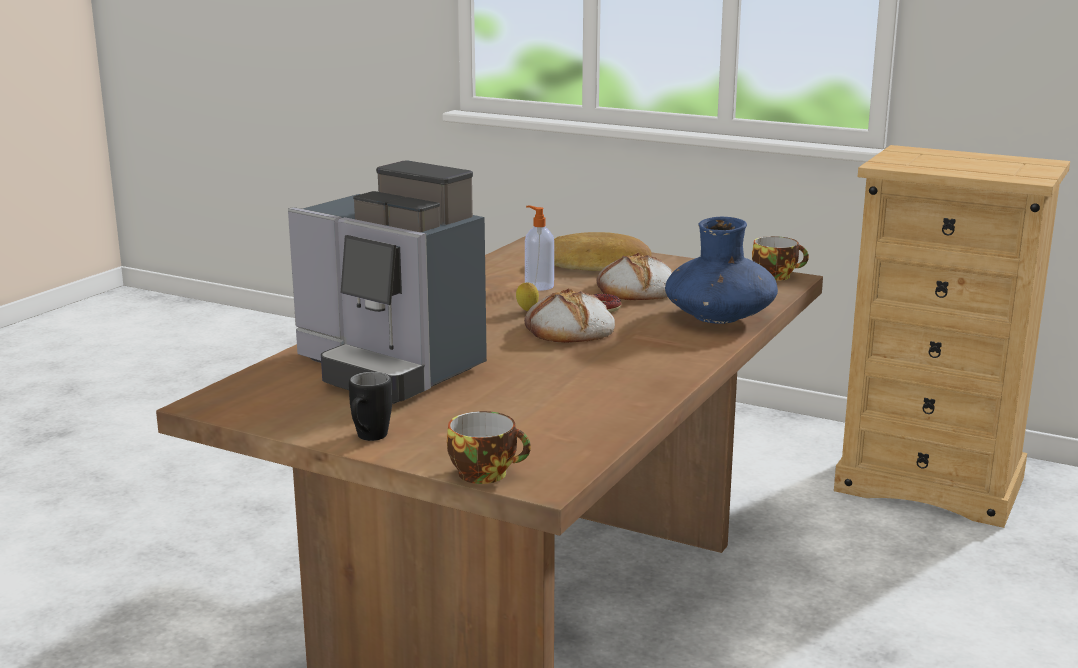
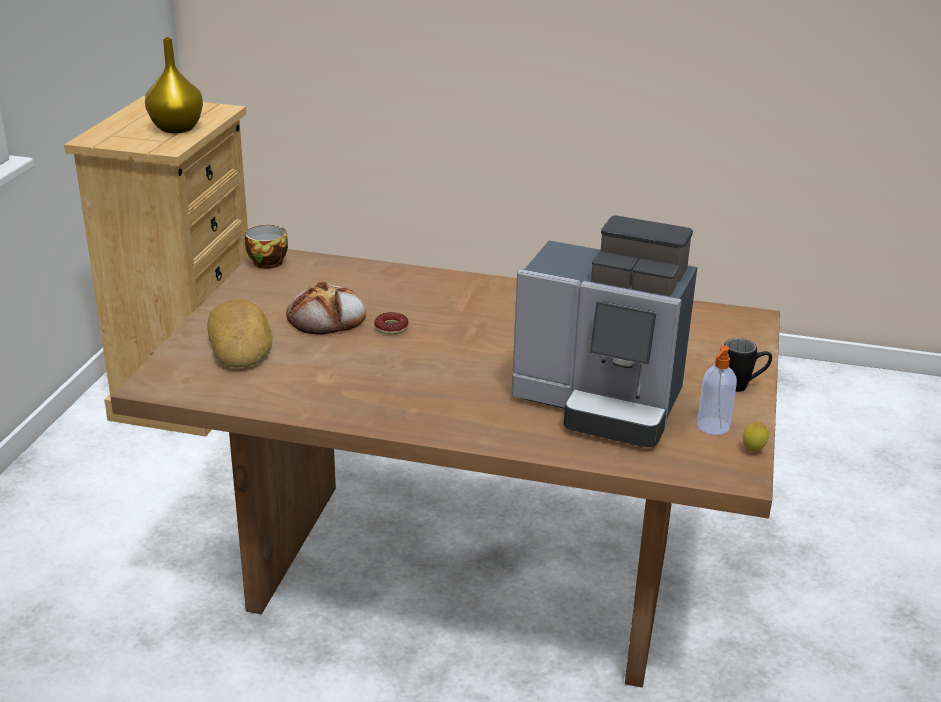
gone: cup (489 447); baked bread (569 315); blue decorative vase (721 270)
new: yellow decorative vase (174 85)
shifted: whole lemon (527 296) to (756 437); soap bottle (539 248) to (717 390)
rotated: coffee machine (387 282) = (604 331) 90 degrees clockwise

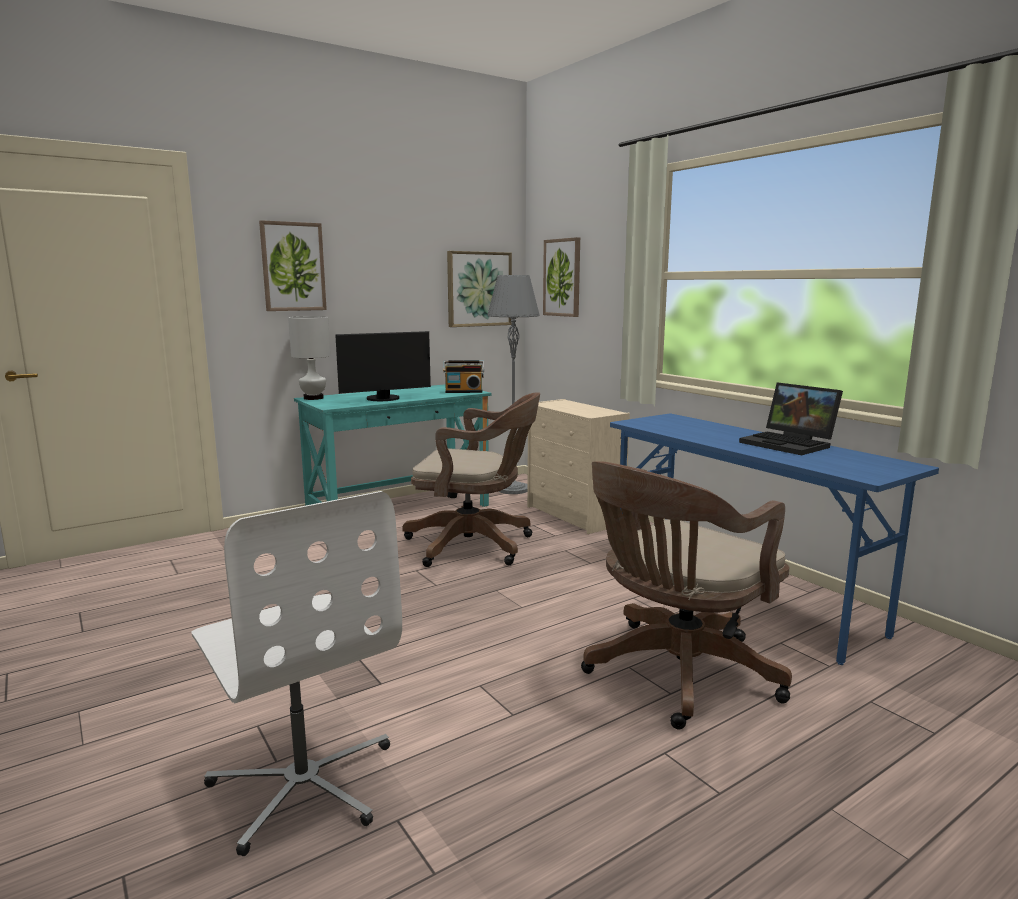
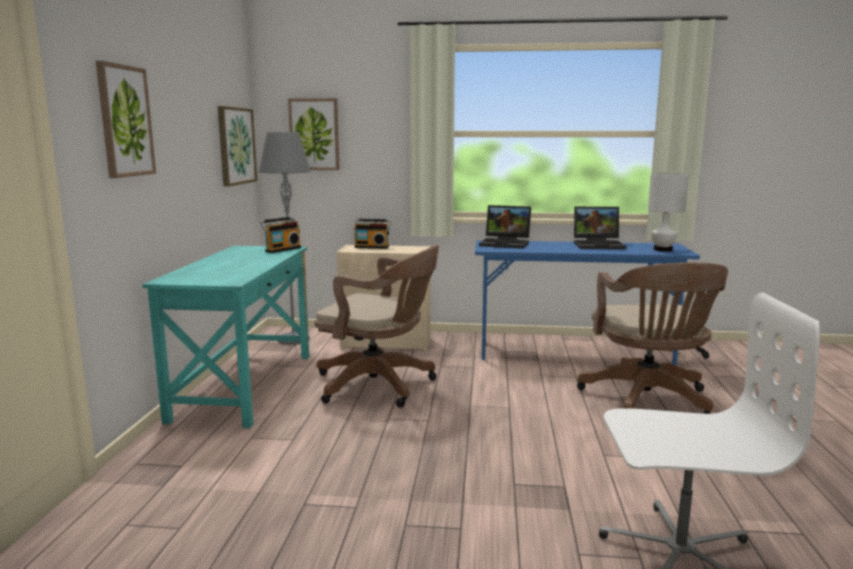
gone: computer display (383 366)
new: radio set (372 234); portable computer (505 227)
shifted: white table lamp (309 358) to (668 212)
rotated: brown desk chair (471 479) = (377 326) 60 degrees clockwise

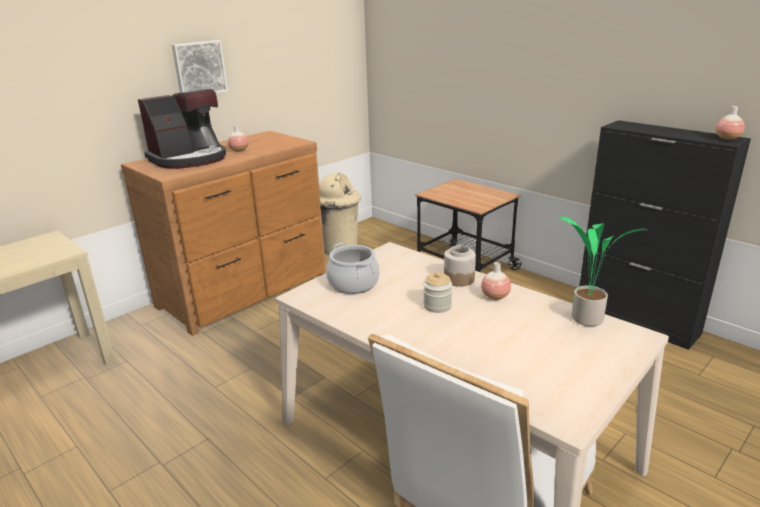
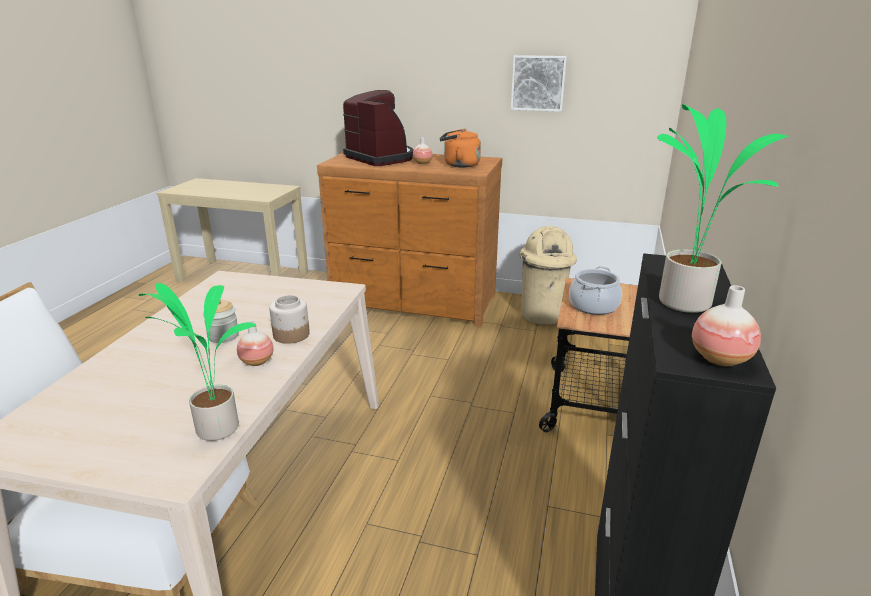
new: orange water kettle (460 148); potted plant (723 208)
shifted: picture (200 66) to (539 83); cooking pot (353 268) to (595 290)
rotated: coffee machine (182 129) = (378 128) 150 degrees counterclockwise

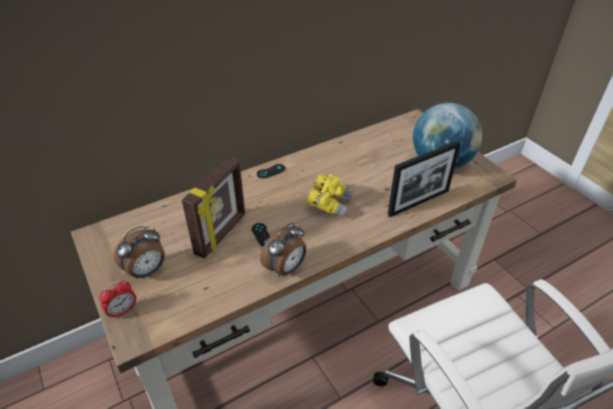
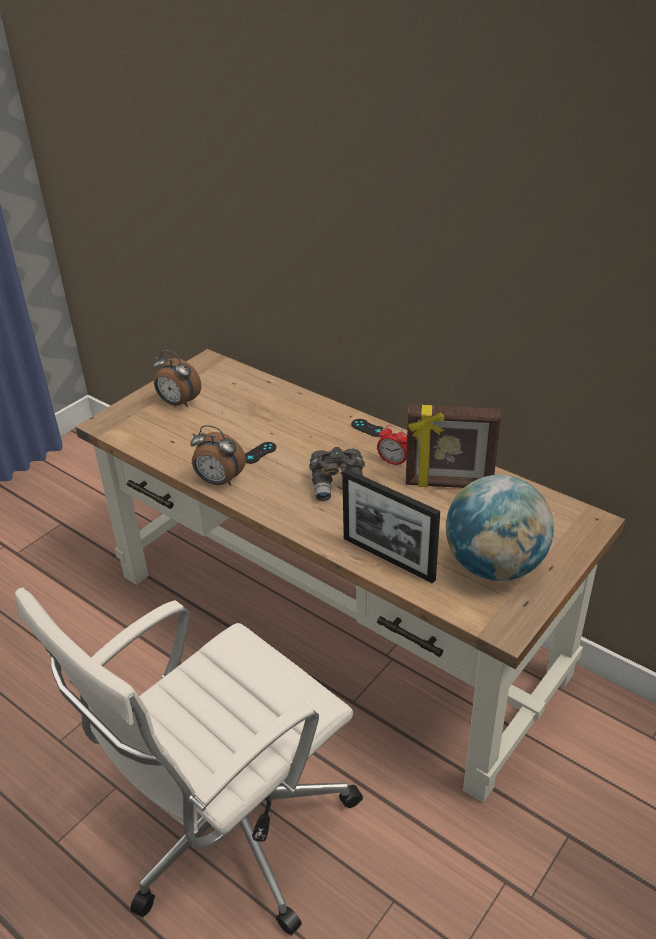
shifted: bedside clock (117 300) to (392 446); photo frame (213 208) to (453 446)
repainted: yellow pair of binoculars (330 196) to gray pair of binoculars (337 474)

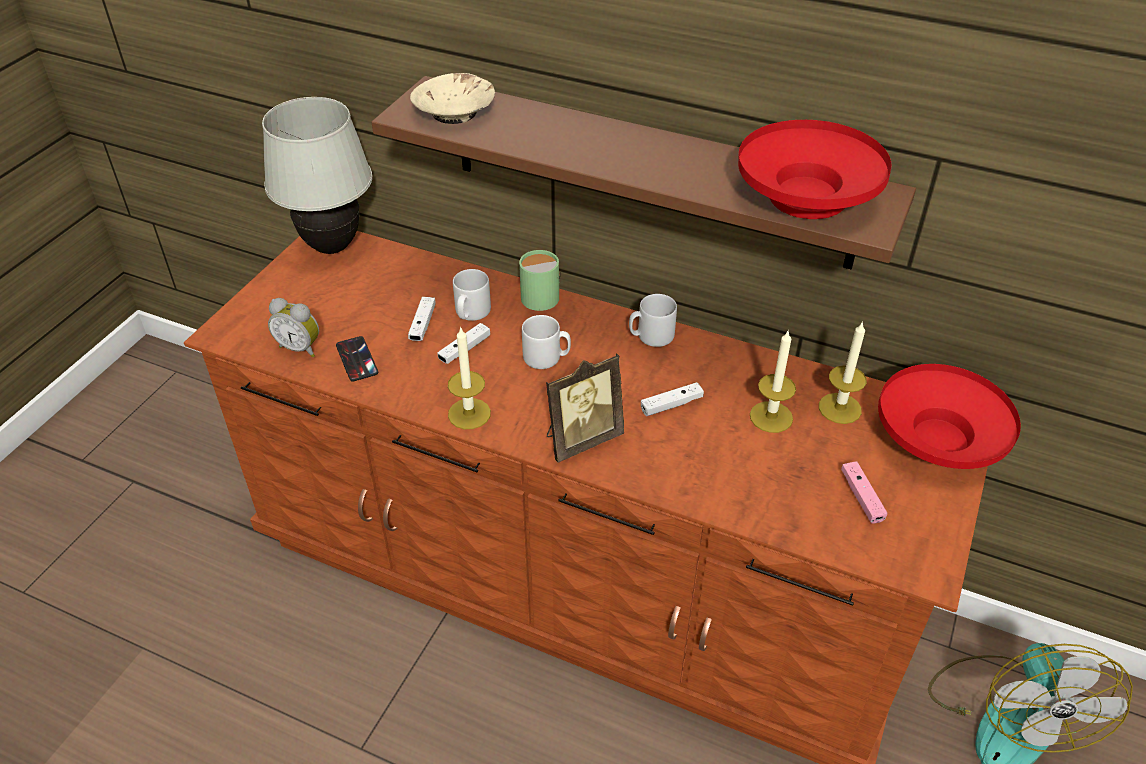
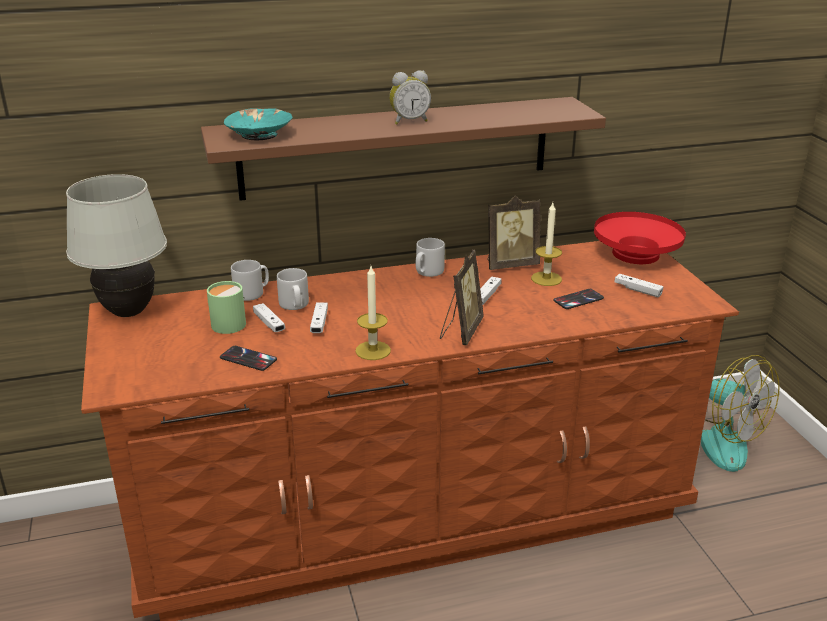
gone: red-coloured deep dish (814 169); wax candle (843 372)
new: photo frame (514 232); telephone (578 299)
shifted: bedside clock (293 327) to (410 97); green mug (539 280) to (226 307); gray mug (546 342) to (250 280)
repainted: beige-coloured deep dish (452 98) to turquoise deep dish (258 124); pink joypad (864 492) to white joypad (638 285)

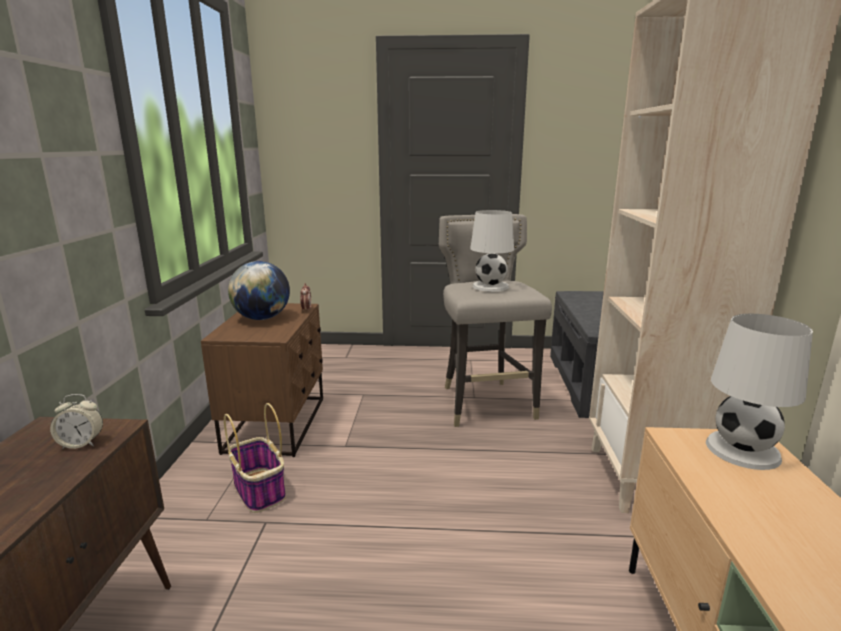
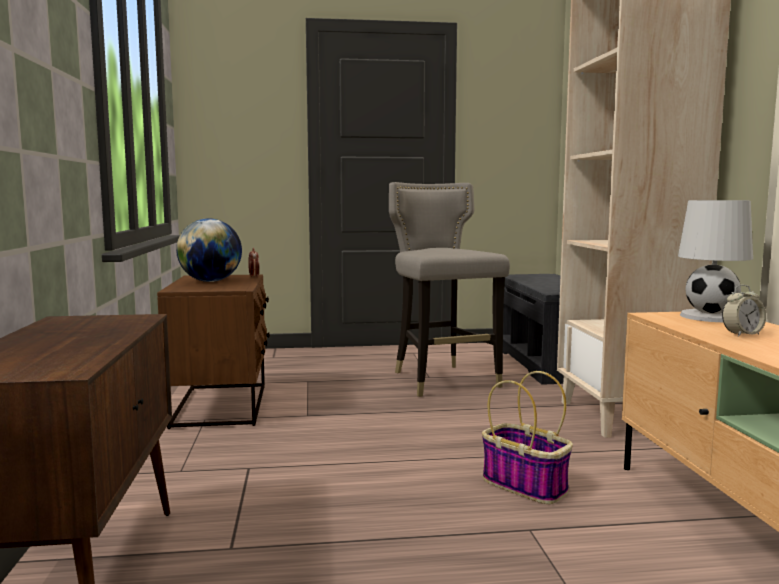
gone: white table lamp (492 251)
shifted: bedside clock (76 421) to (744 311); basket (255 458) to (527 437)

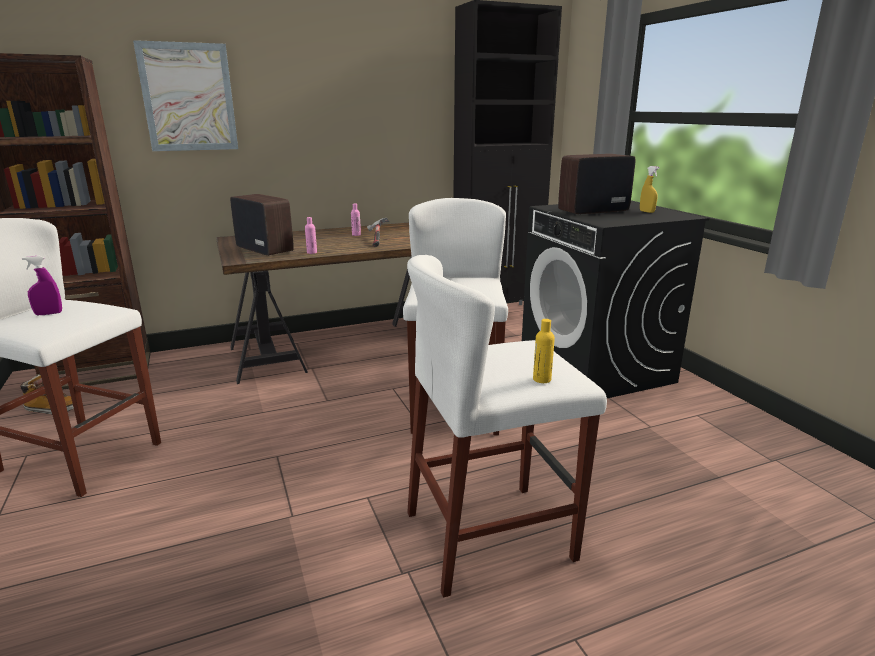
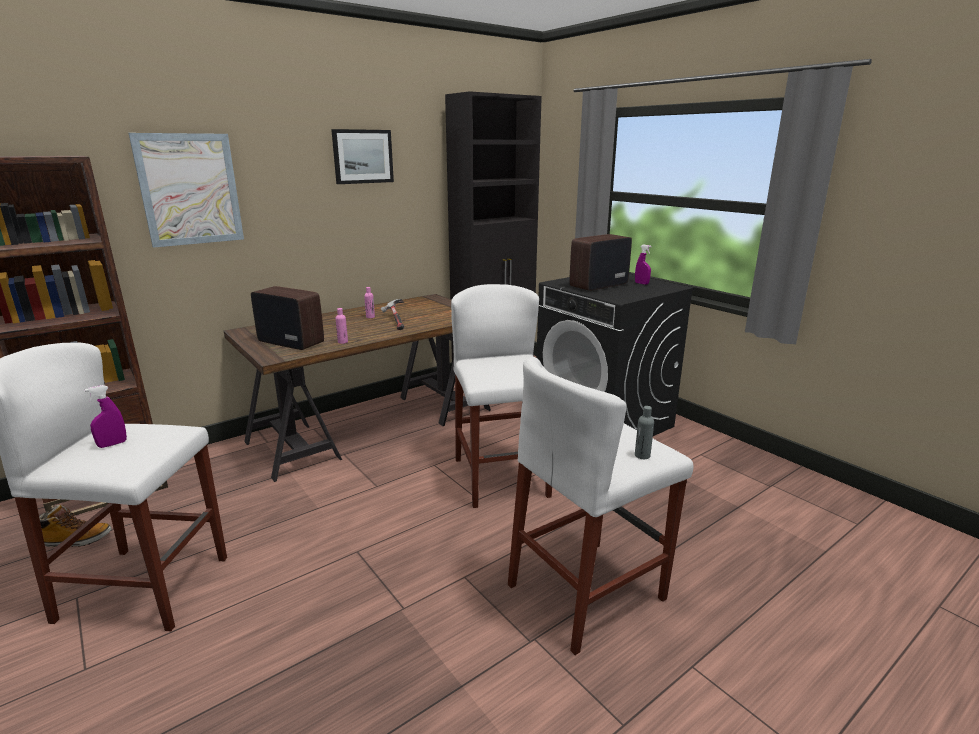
new: picture (362 156)
repainted: yellow drink bottle (544 351) to gray drink bottle (644 432); yellow sprayer (649 189) to purplish sprayer (643 265)

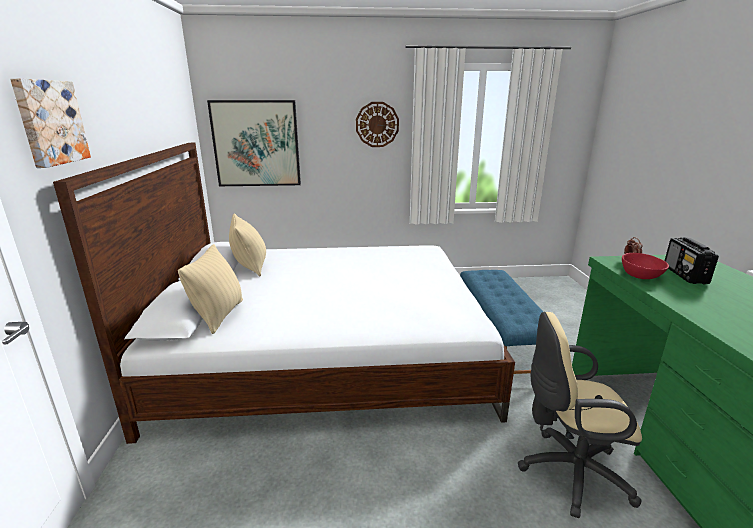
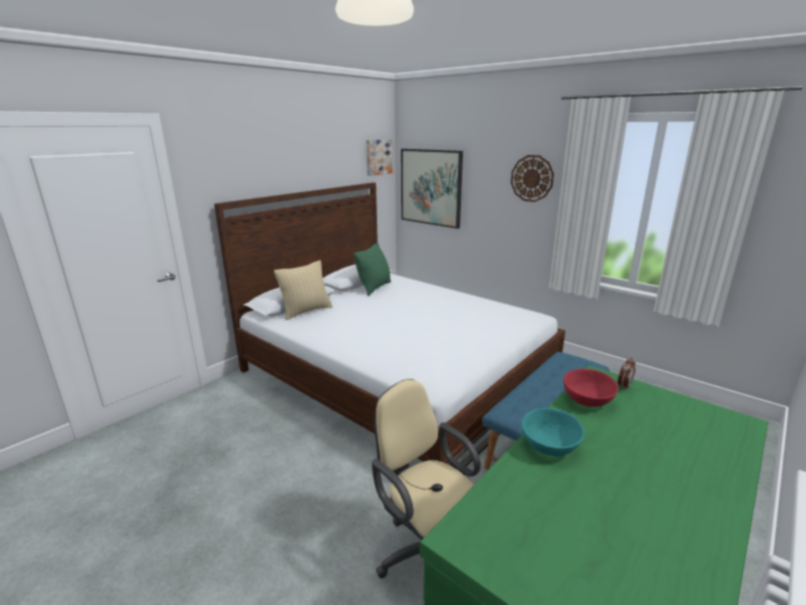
gone: radio set (692 260)
new: turquoise deep dish (553 432)
shifted: picture (50 123) to (379 157)
repainted: beige-coloured pillow (247 245) to green pillow (372 269)

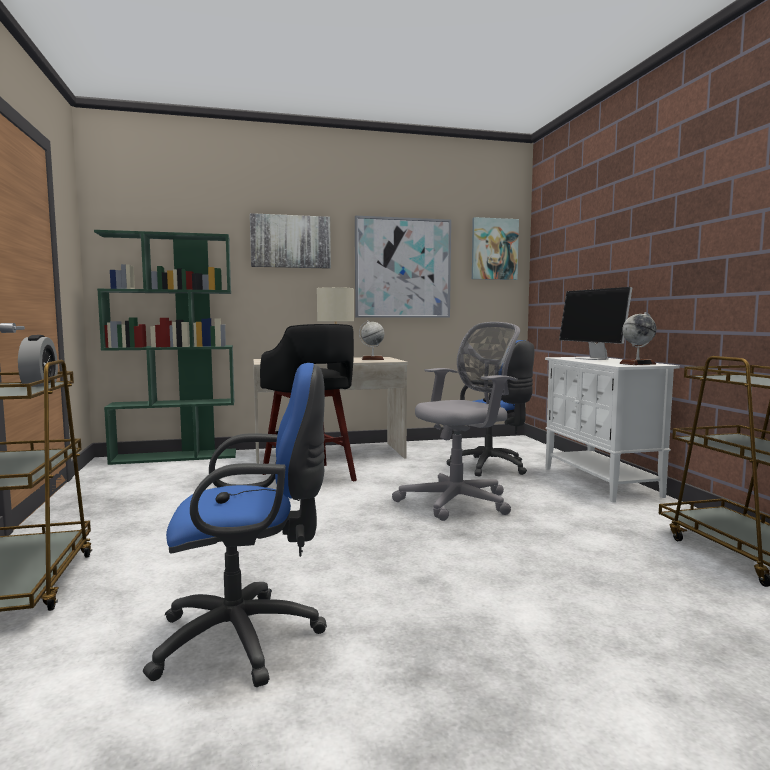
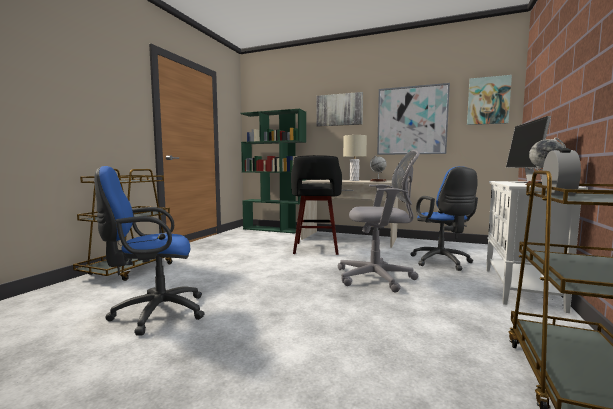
shifted: bedside clock (38 361) to (561 172)
rotated: blue desk chair (235 525) = (149 250) 135 degrees clockwise

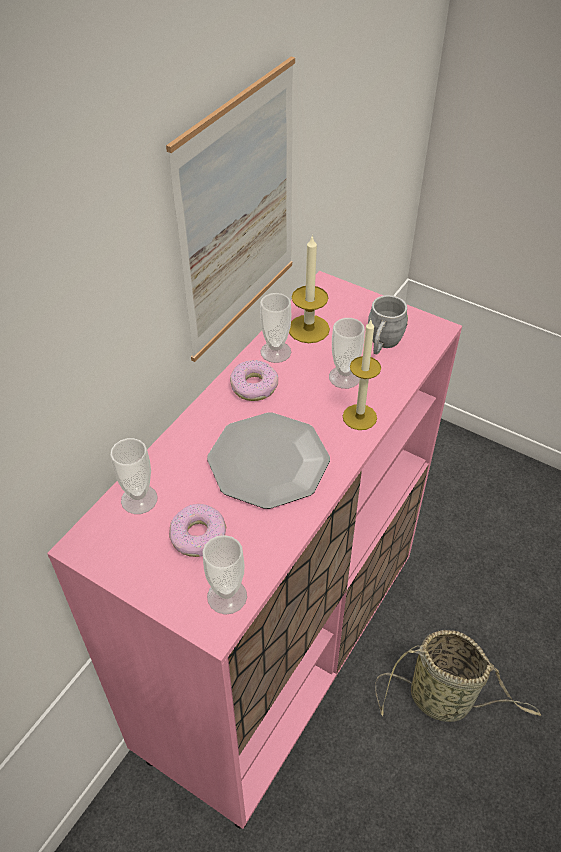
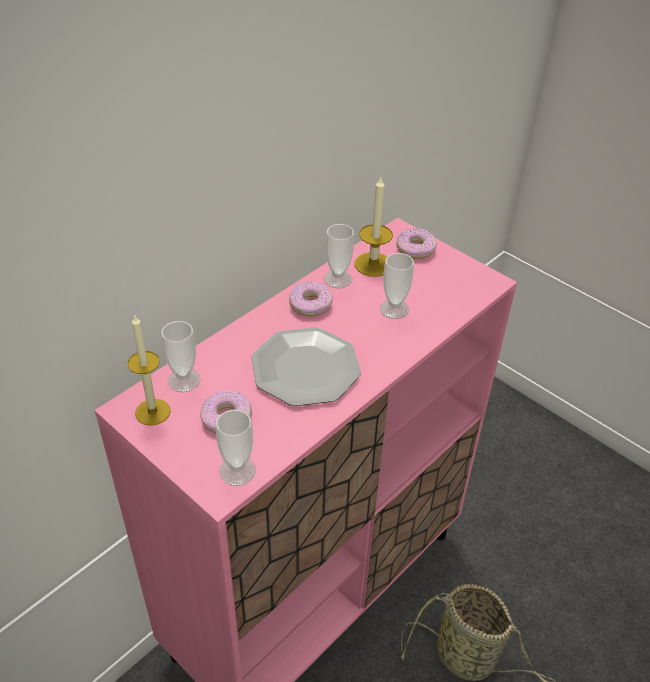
gone: picture (230 209); gray mug (388 325)
new: donut (416 243)
shifted: wax candle (362 375) to (149 370)

